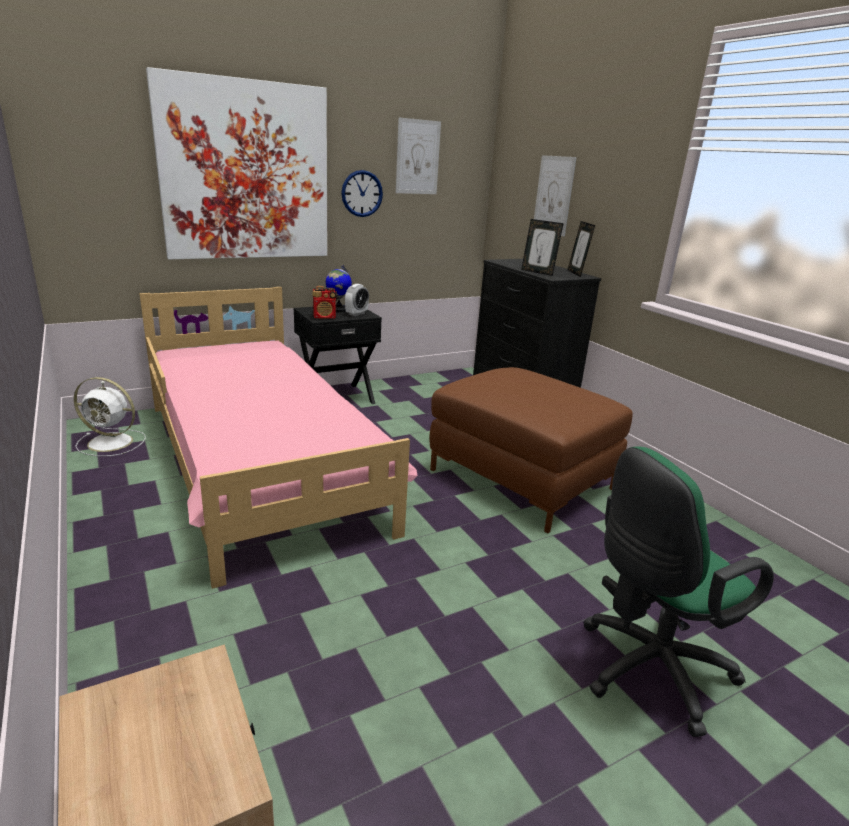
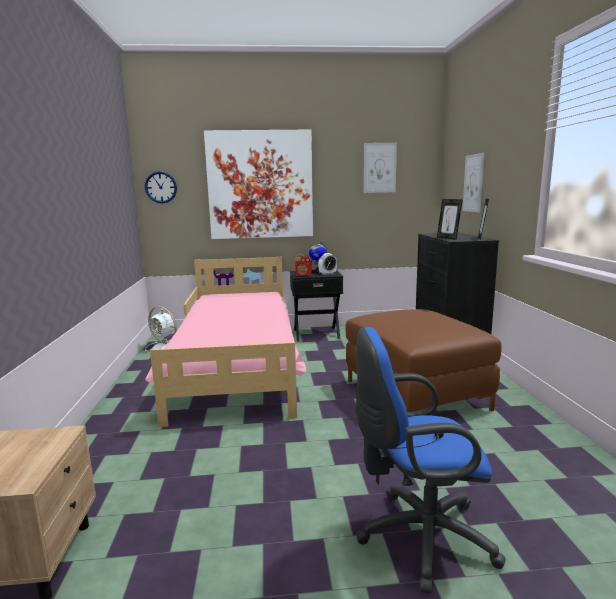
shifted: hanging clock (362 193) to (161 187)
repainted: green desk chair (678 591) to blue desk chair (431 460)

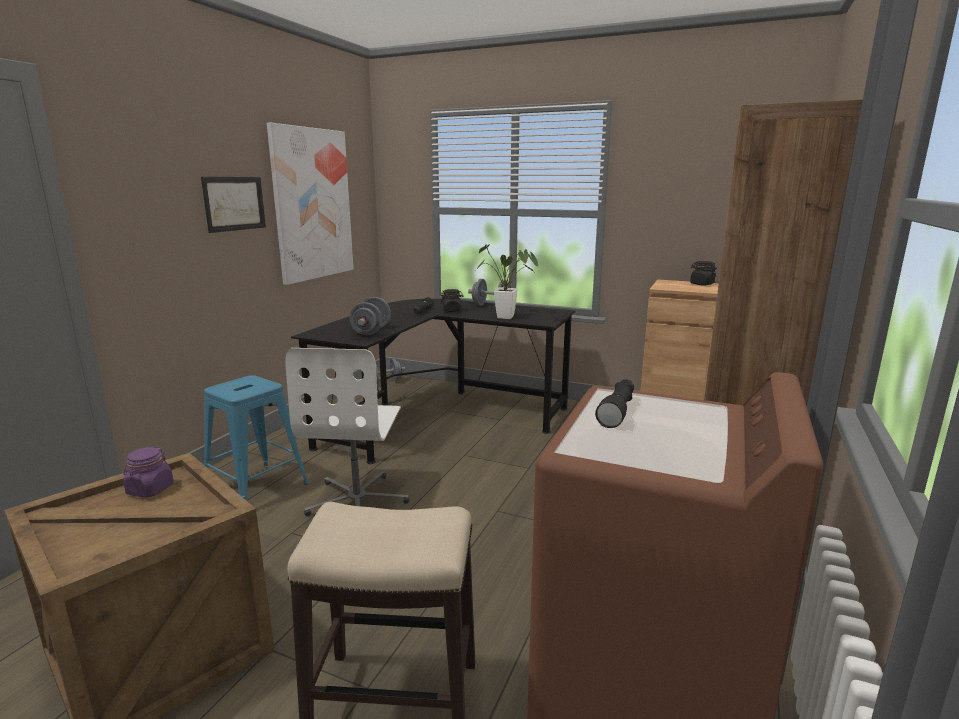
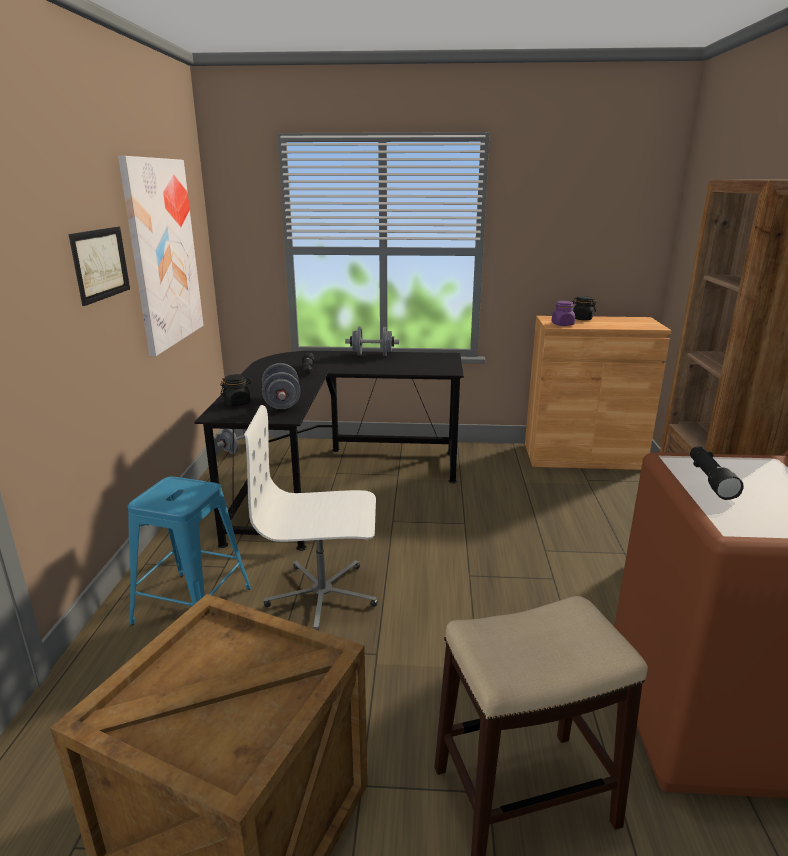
gone: potted plant (507 281)
shifted: purplish preserve jar (148 471) to (563 313); blackish preserve jar (452 300) to (235 390)
rotated: white desk chair (347 432) = (311 517) 105 degrees clockwise

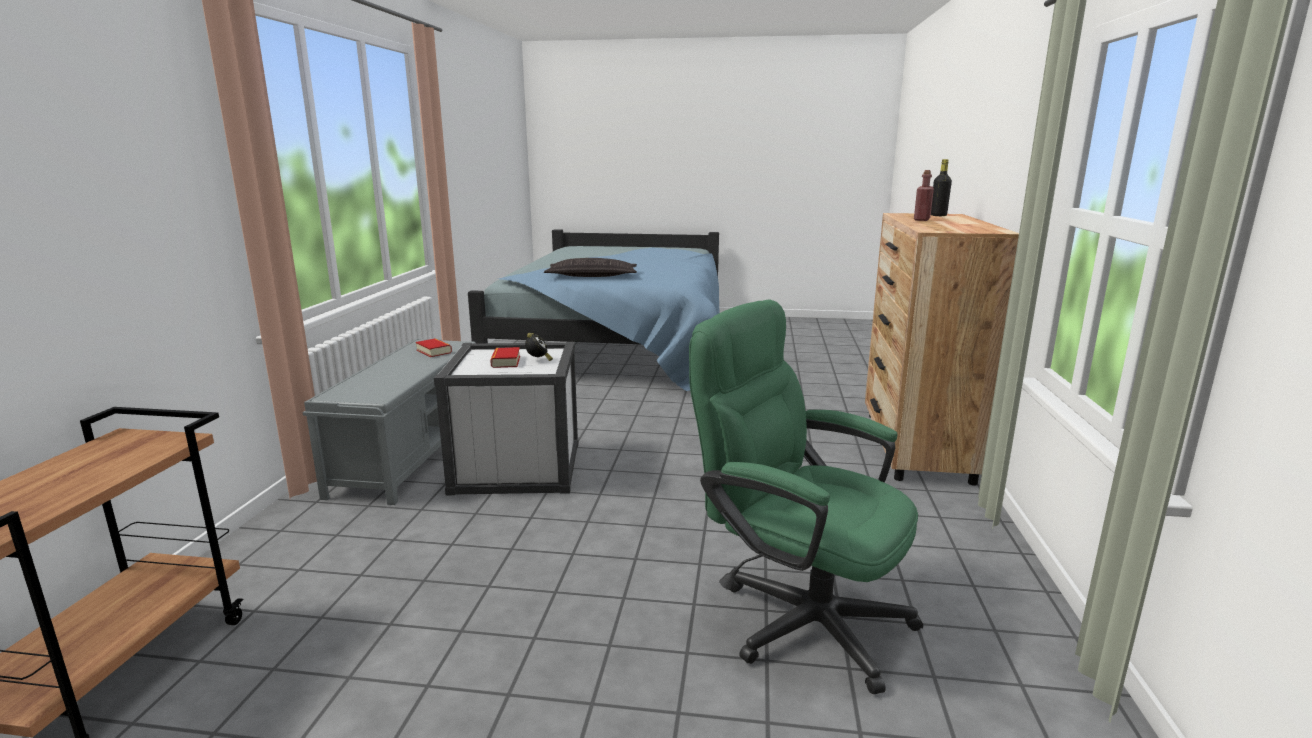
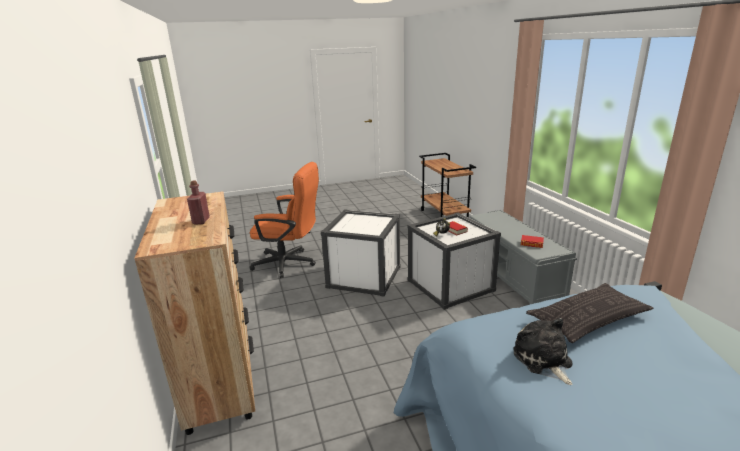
gone: blackish drink bottle (941 187)
new: white storage container (360 253); soft toy (543 351)
repainted: green desk chair (806 497) to orange desk chair (284 220)

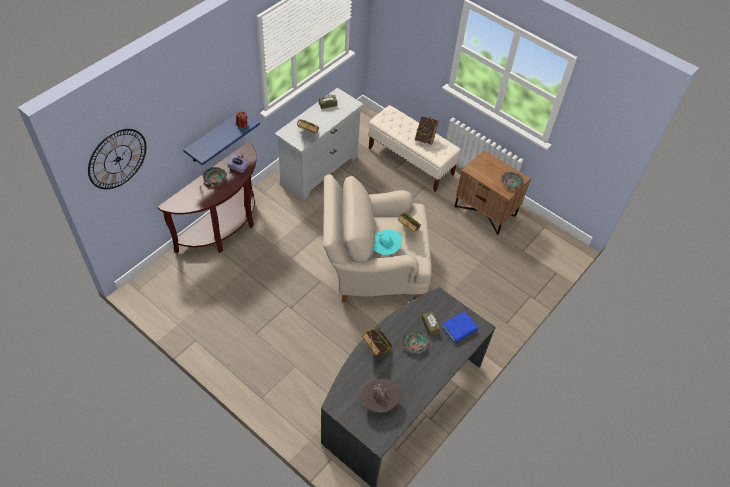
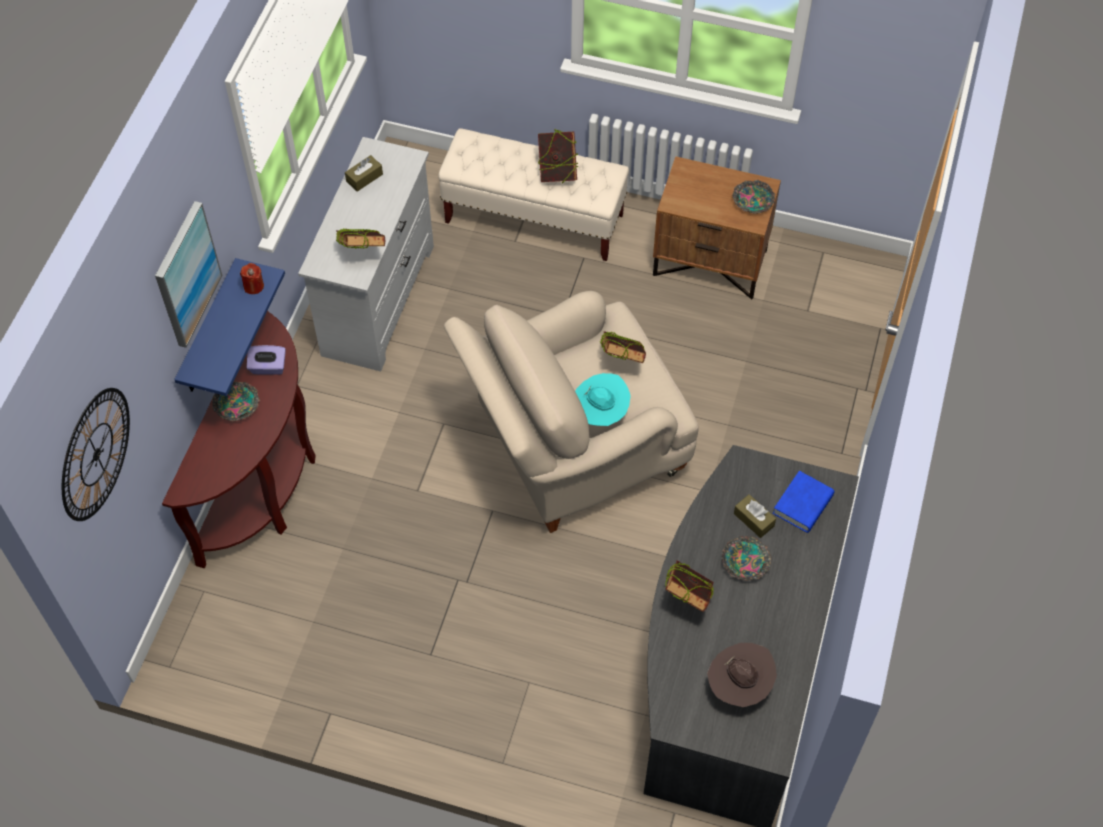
new: picture (189 274)

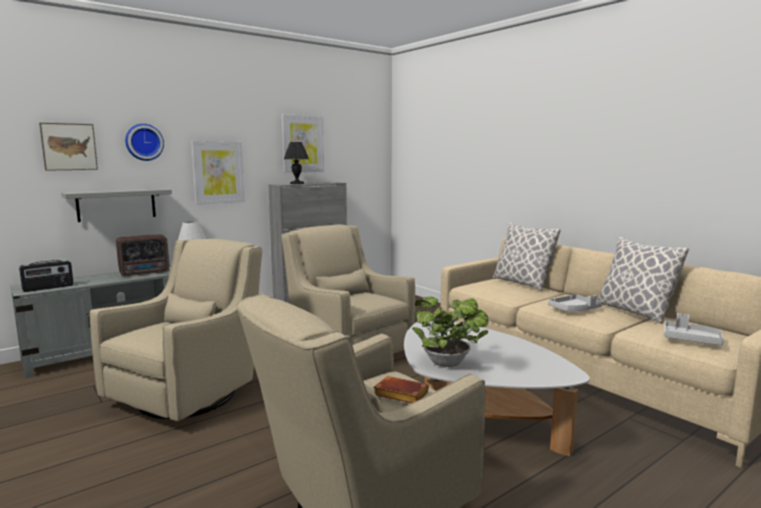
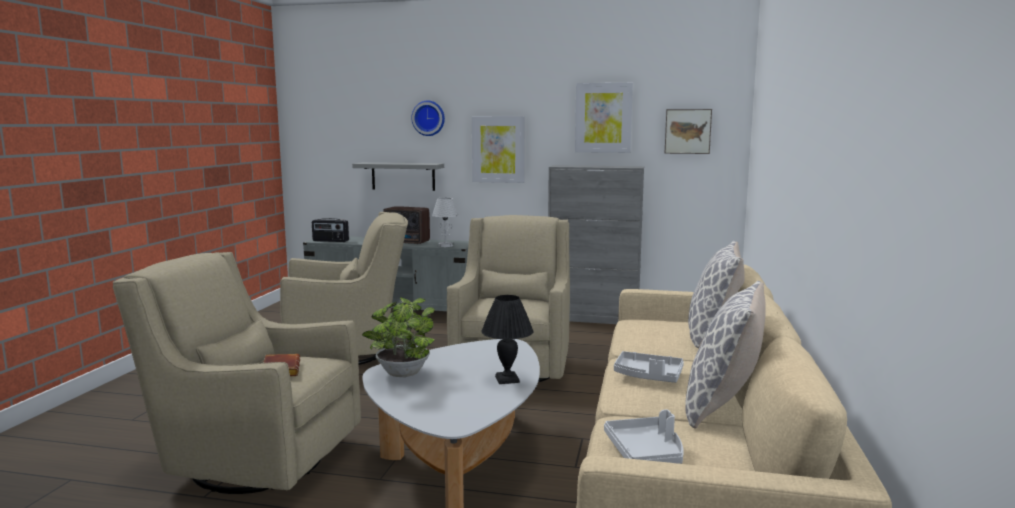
shifted: picture (68 147) to (688 131); blackish table lamp (296 163) to (507 339)

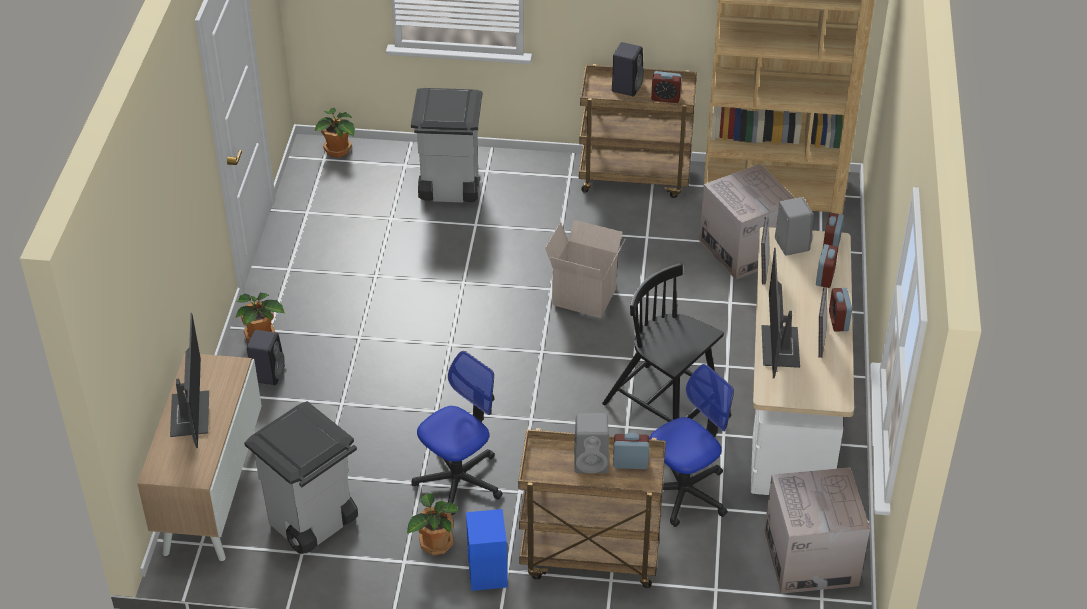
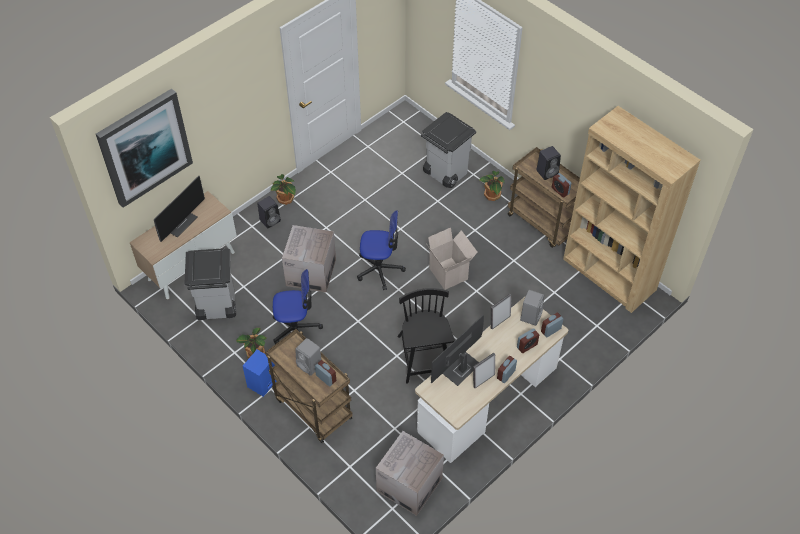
new: picture (144 148)
shifted: potted plant (335 133) to (492 186); desk chair (691 445) to (381 250); carton (747 222) to (309 259)

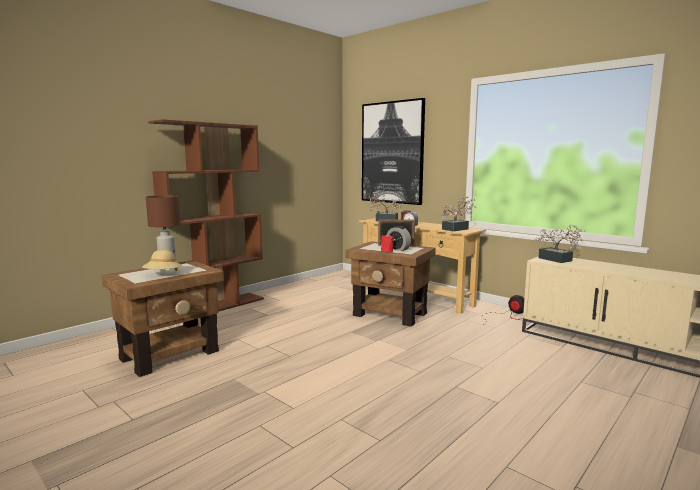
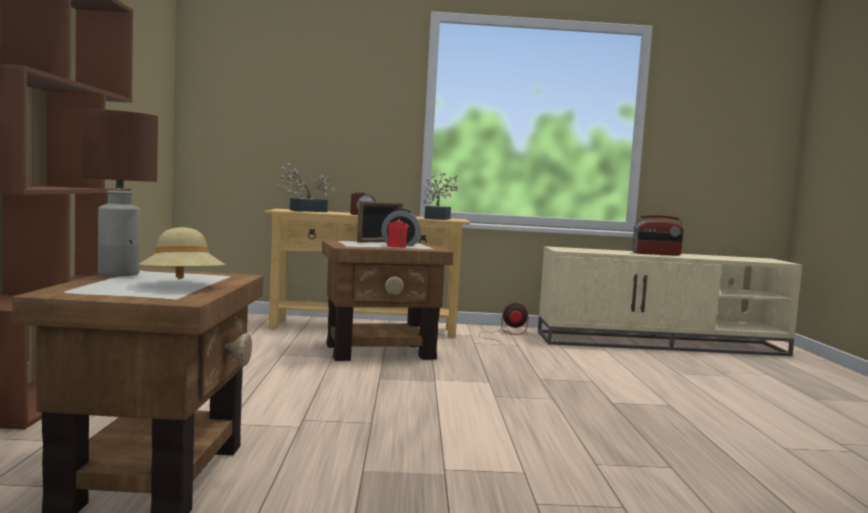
gone: picture (393 151); potted plant (559 244)
new: radio set (658 235)

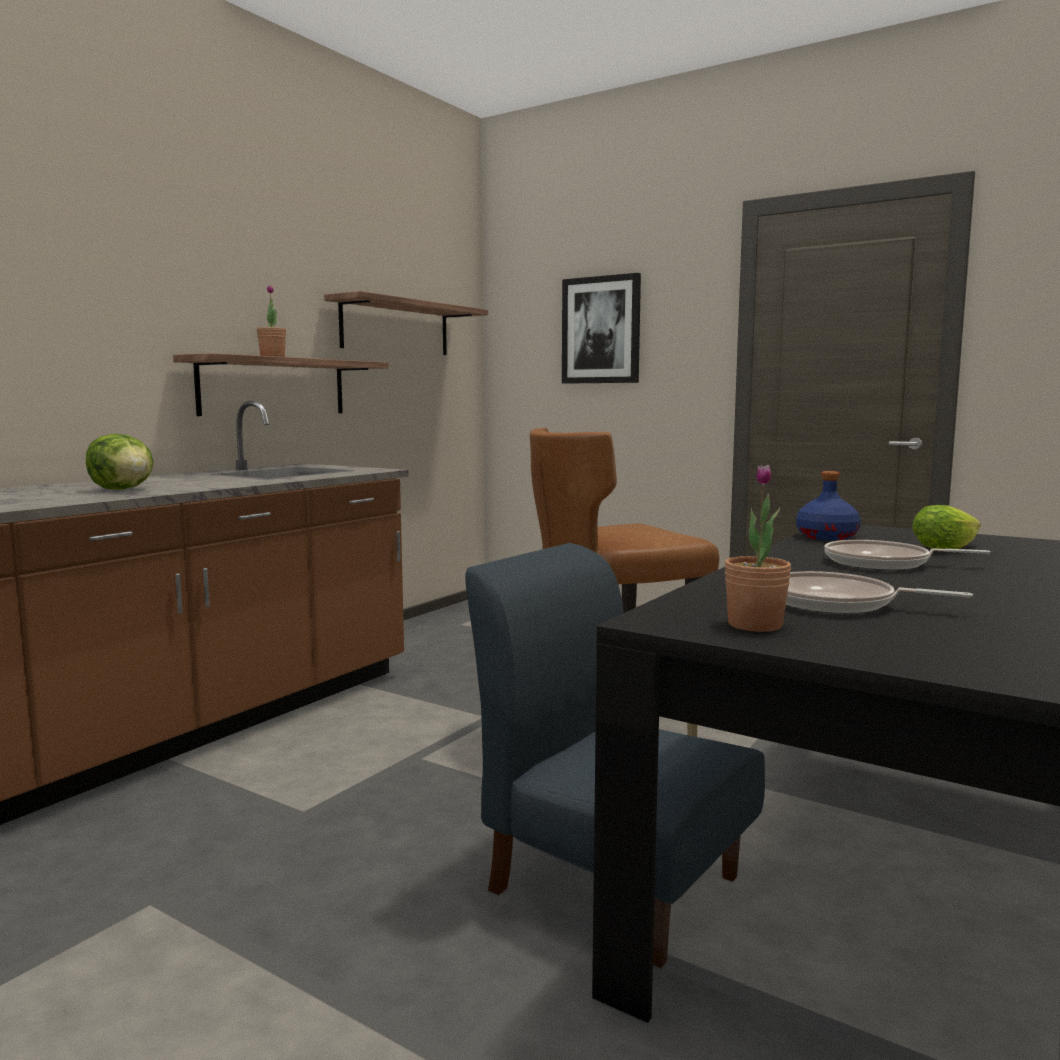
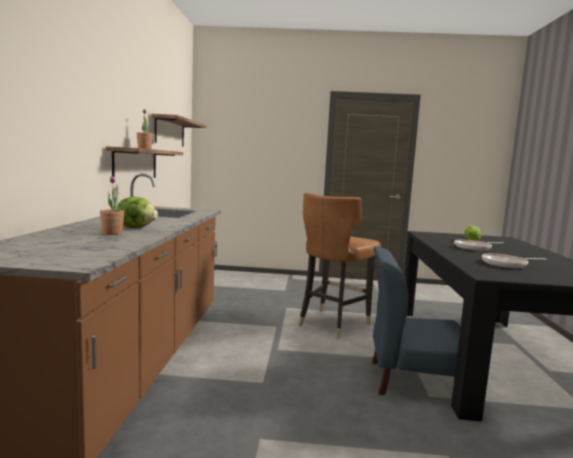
gone: picture (601 328); blue drink bottle (828 505)
shifted: potted plant (757 548) to (112 205)

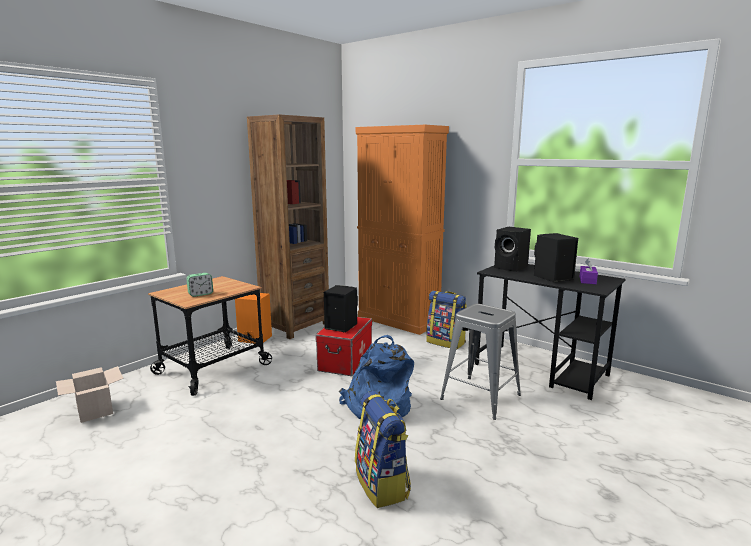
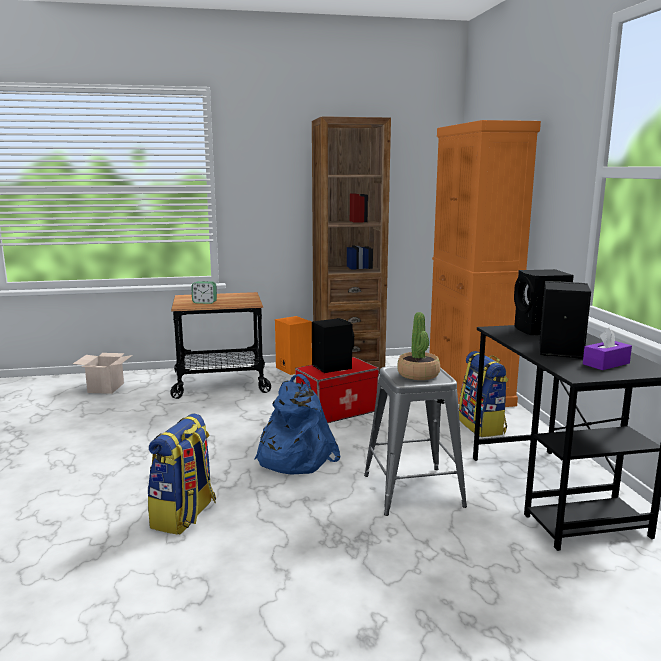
new: potted plant (418 346)

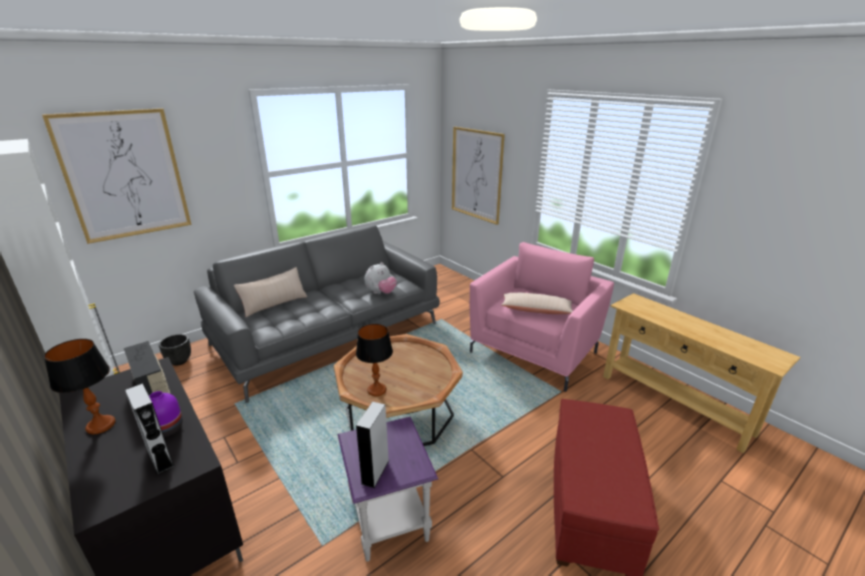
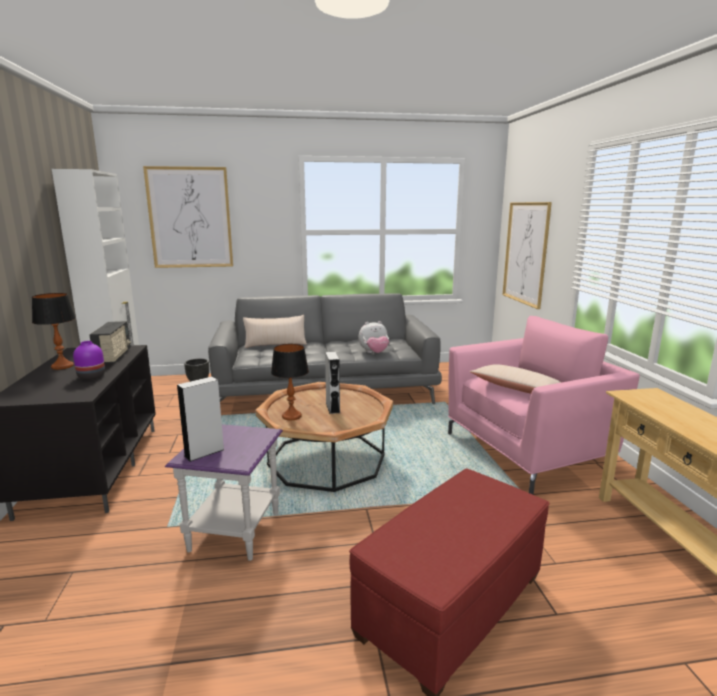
shifted: gray loudspeaker (149 429) to (332 383)

